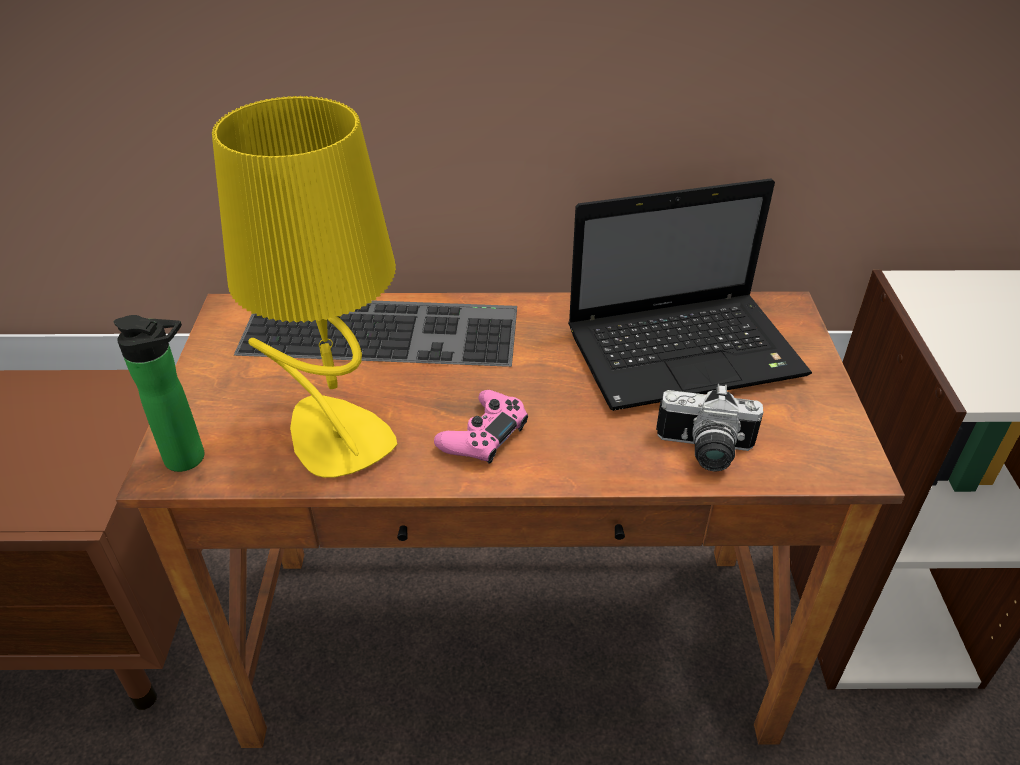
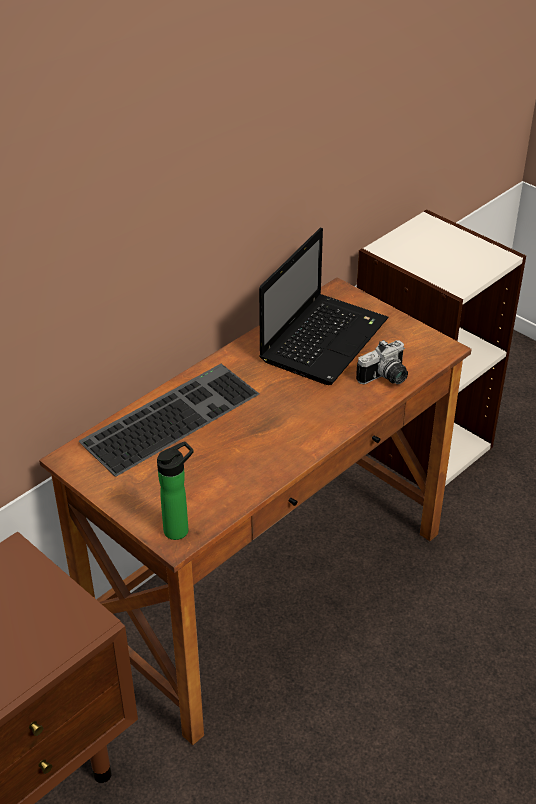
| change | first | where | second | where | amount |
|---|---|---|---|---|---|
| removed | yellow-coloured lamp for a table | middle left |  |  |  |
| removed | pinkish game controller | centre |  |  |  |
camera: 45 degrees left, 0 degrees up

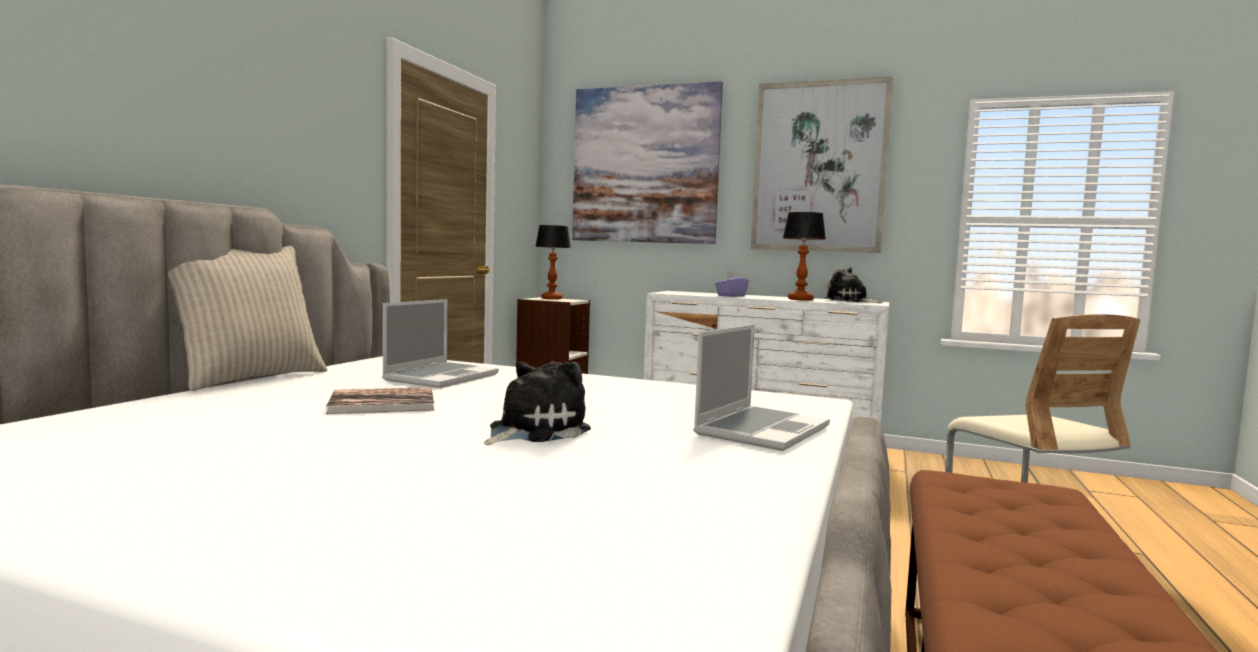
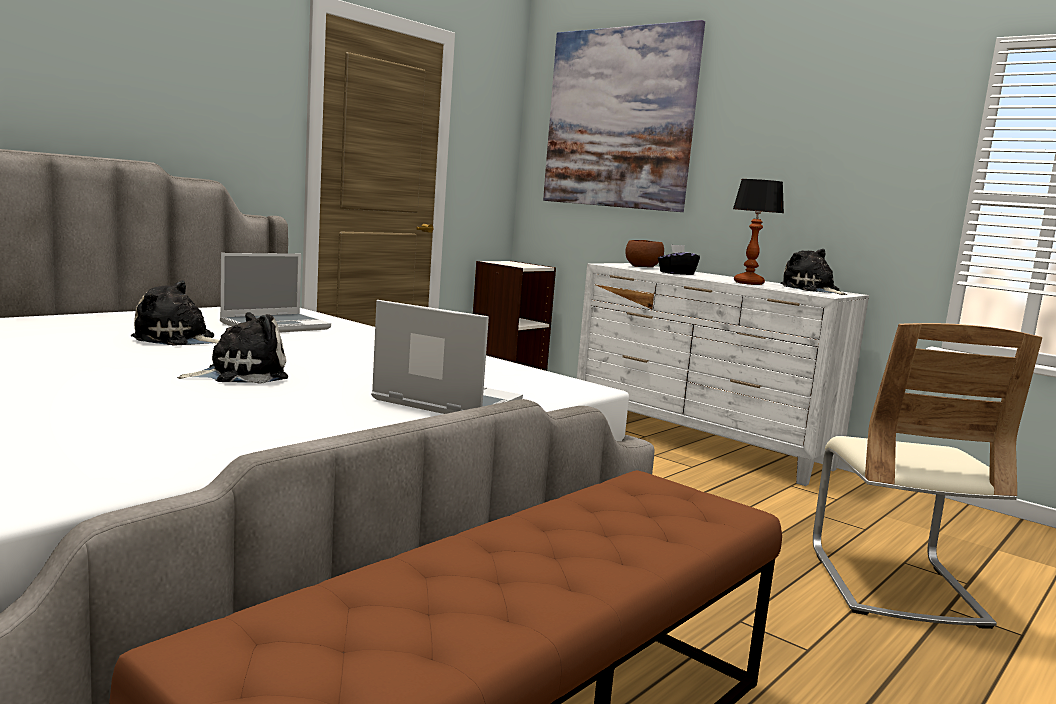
| change | first | where | second | where | amount |
|---|---|---|---|---|---|
| removed | wall picture (2nd from left) | top centre |  |  |  |
| removed | lamp for a table (1st from left) | centre |  |  |  |
| removed | beige-coloured cushion | middle left |  |  |  |
| recoloured | purplish tissue box | centre | black tissue box | centre |  |
| turned | portable computer (2nd from left) | centre |  | centre | 120 degrees counterclockwise |
| replaced | bound book | middle left | soft toy (1st from left) | middle left |  |
| added |  |  | brownish deep dish | centre |  |
camera: 20 degrees right, 5 degrees up

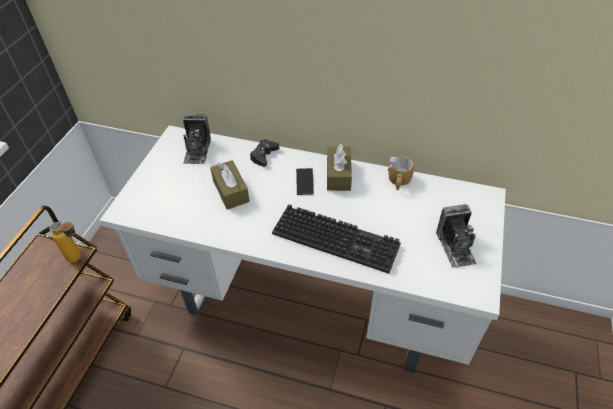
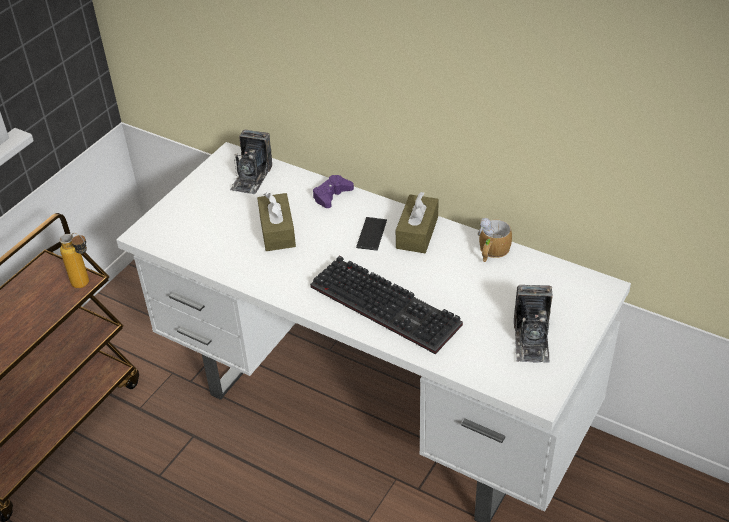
| change | first | where | second | where | amount |
|---|---|---|---|---|---|
| recoloured | black game controller | centre | purplish game controller | centre |  |
camera: 15 degrees right, 5 degrees down

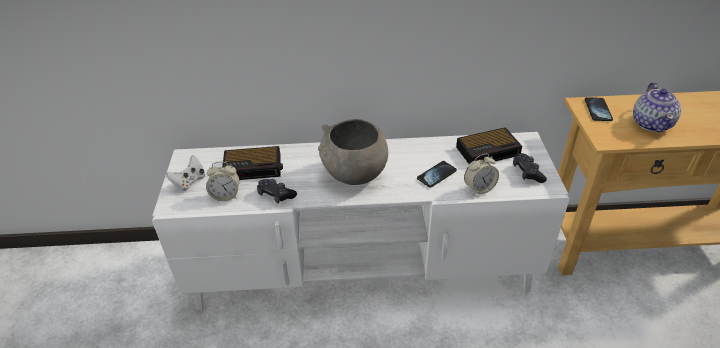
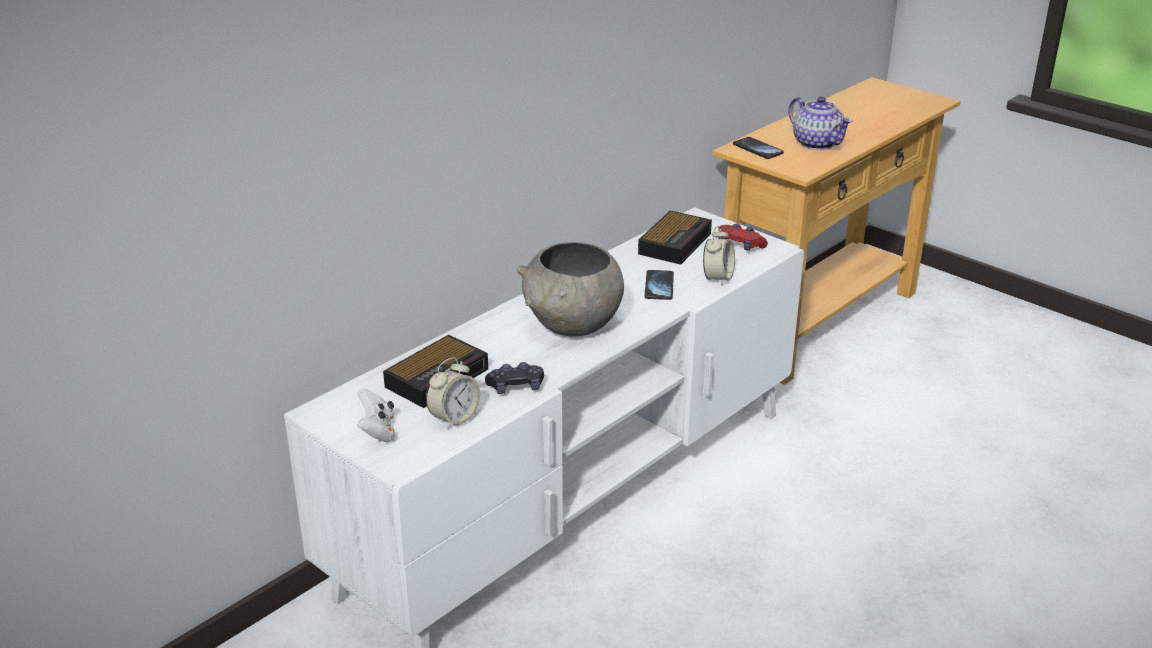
| change | first | where | second | where | amount |
|---|---|---|---|---|---|
| recoloured | black game controller (2nd from left) | middle right | red-coloured game controller | centre |  |
camera: 45 degrees left, 10 degrees down

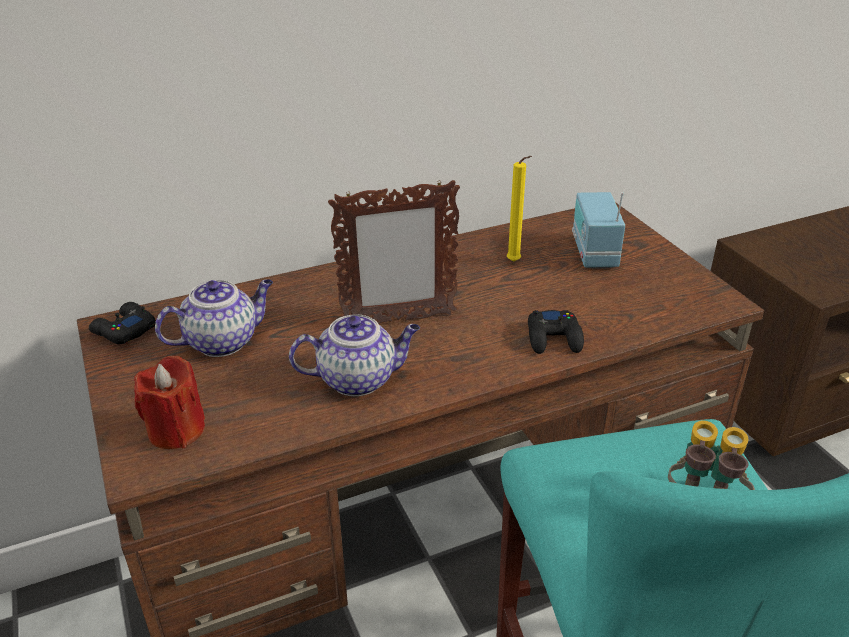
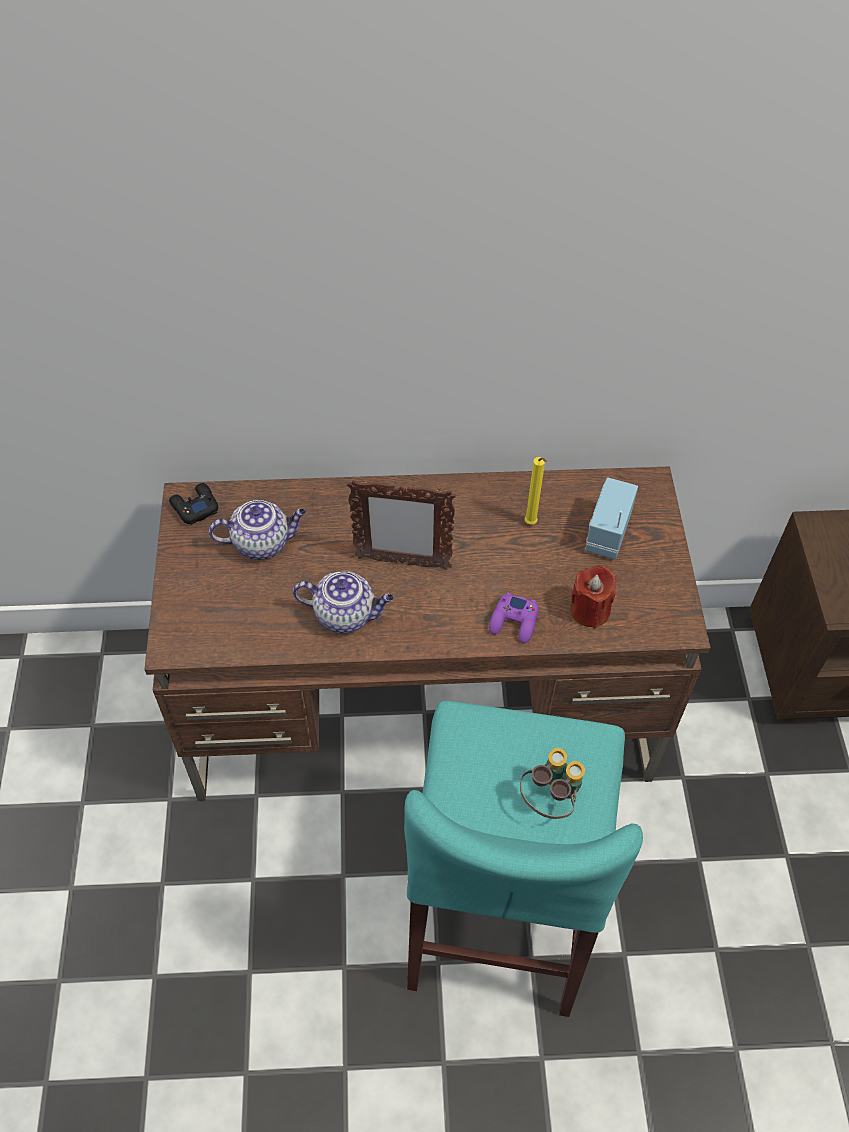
| change | first | where | second | where | amount |
|---|---|---|---|---|---|
| recoloured | black game controller (2nd from left) | centre | purplish game controller | centre |  |
| moved | red-coloured wax candle | middle left |  | middle right |  |
camera: 20 degrees right, 20 degrees up

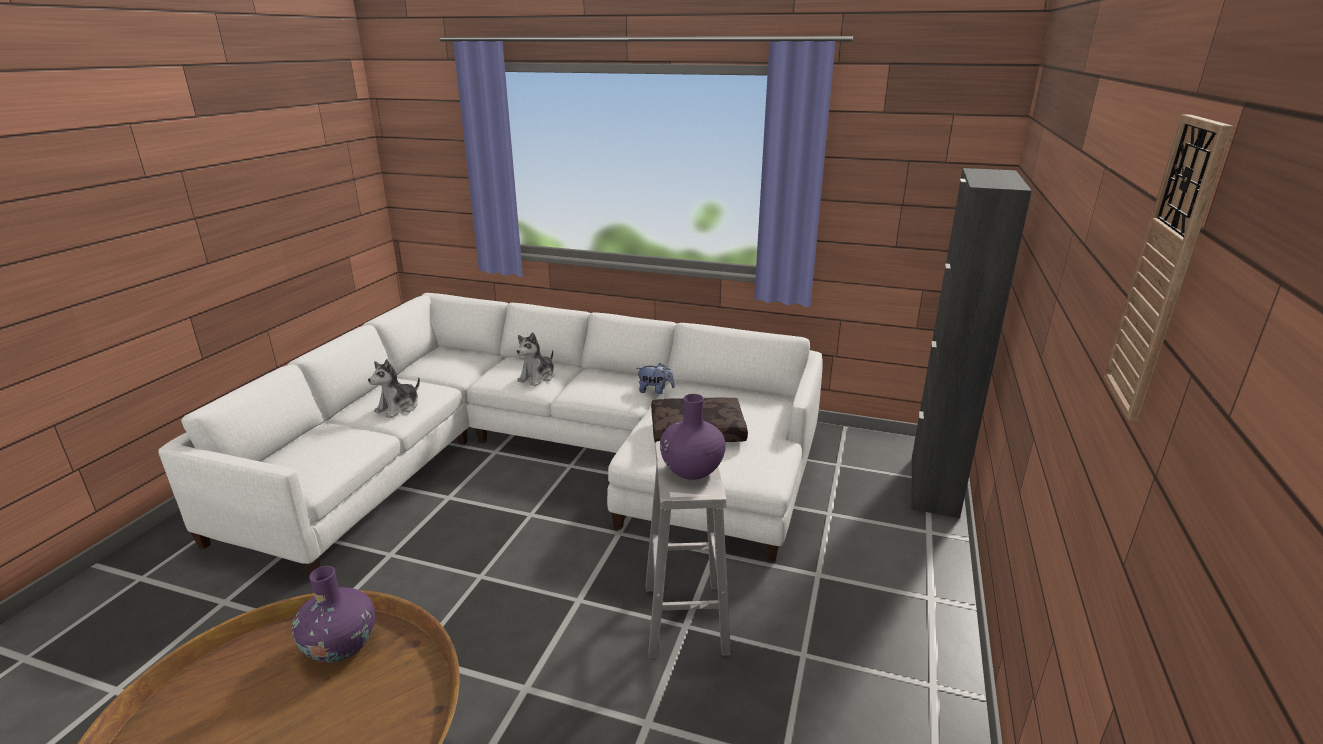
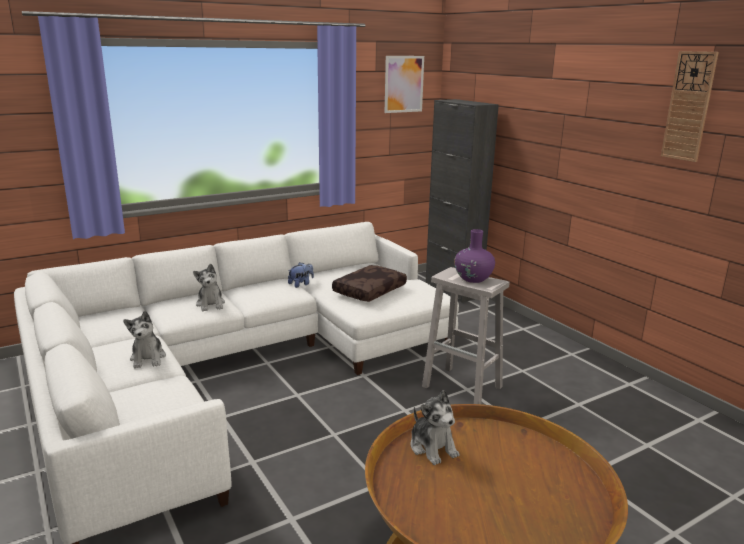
| change | first | where | second | where | amount |
|---|---|---|---|---|---|
| replaced | purplish decorative vase (1st from left) | bottom left | soft toy (4th from left) | bottom centre |  |
| added |  |  | wall picture | top centre |  |
camera: 50 degrees left, 5 degrees down

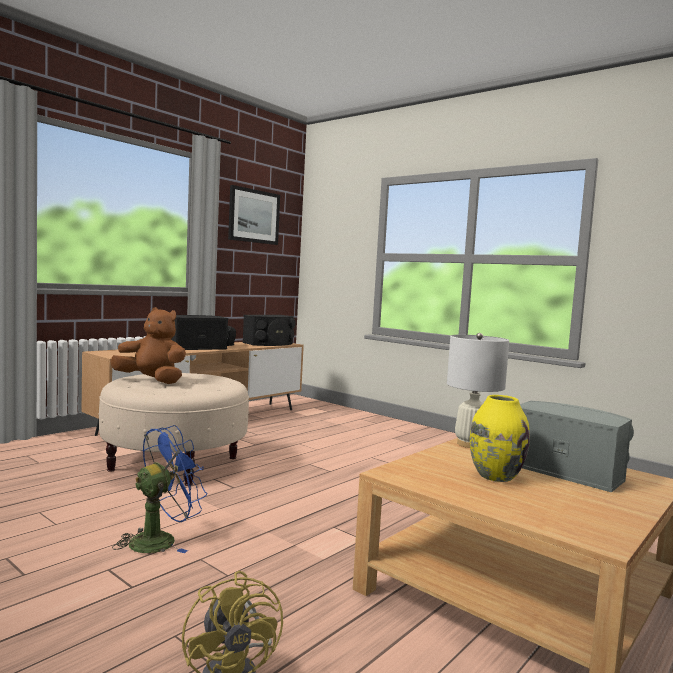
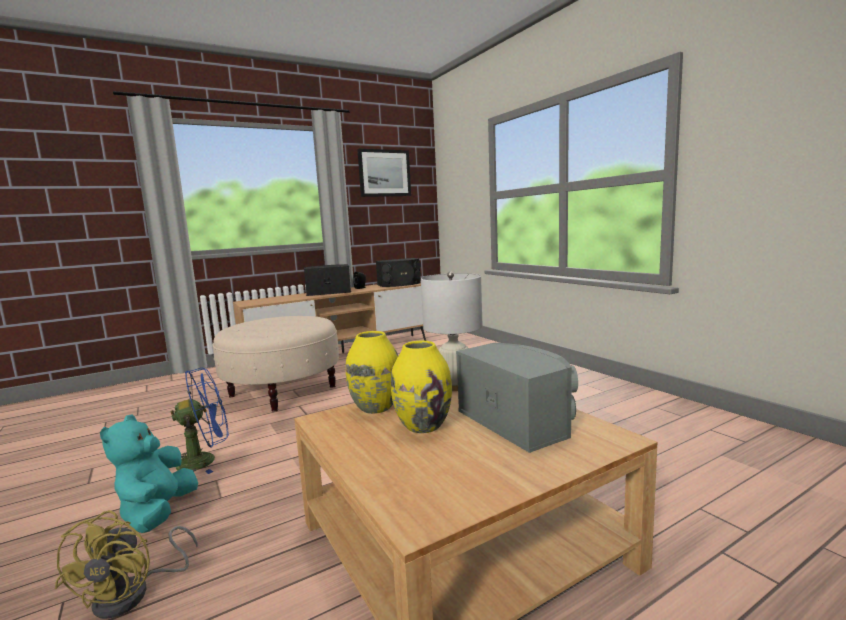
| change | first | where | second | where | amount |
|---|---|---|---|---|---|
| removed | brownish soft toy | middle left |  |  |  |
| added |  |  | yellow-coloured decorative vase (1st from left) | centre |  |
| added |  |  | blue-green soft toy | bottom left |  |
camera: 20 degrees right, 5 degrees up

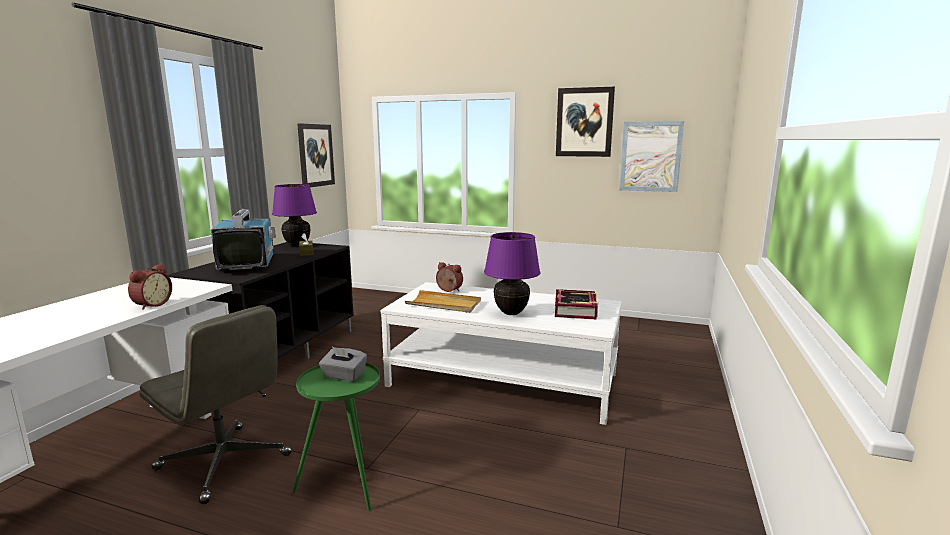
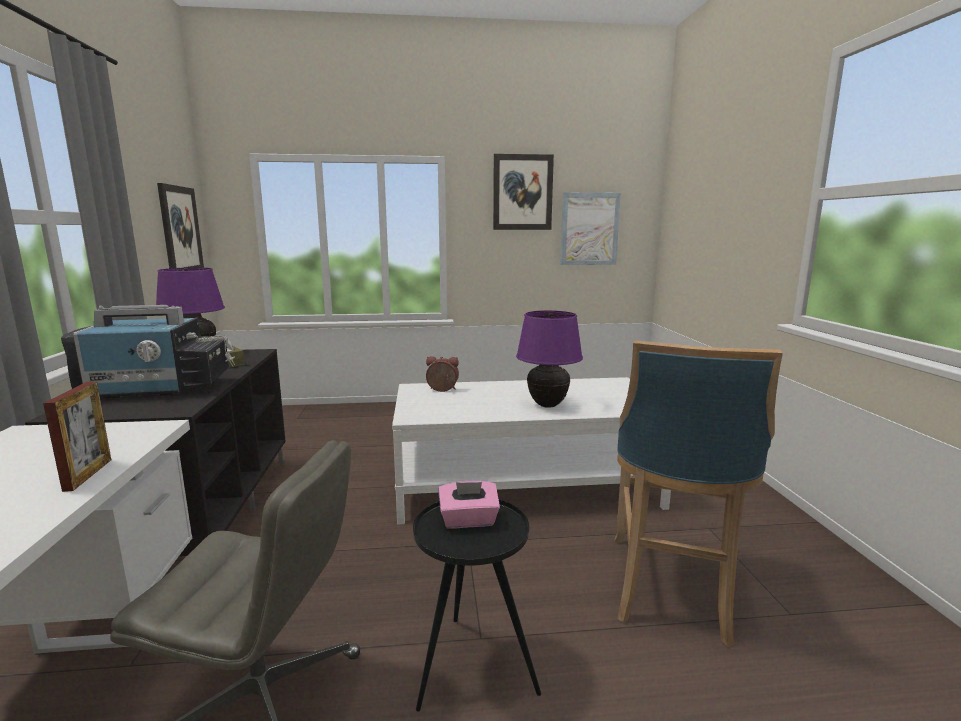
| change | first | where | second | where | amount |
|---|---|---|---|---|---|
| turned | TV set | middle left |  | middle left | 120 degrees clockwise |
| replaced | table clock (1st from left) | middle left | photo frame | middle left |  |
| removed | bound book | centre |  |  |  |
| removed | beige-coloured serving tray | centre |  |  |  |
| recoloured | greyish tissue box | bottom centre | pinkish tissue box | bottom centre |  |
| recoloured | green side table | bottom centre | black side table | bottom centre |  |
| added |  |  | blue-coloured sitting stool | bottom right |  |
camera: 25 degrees left, 0 degrees up

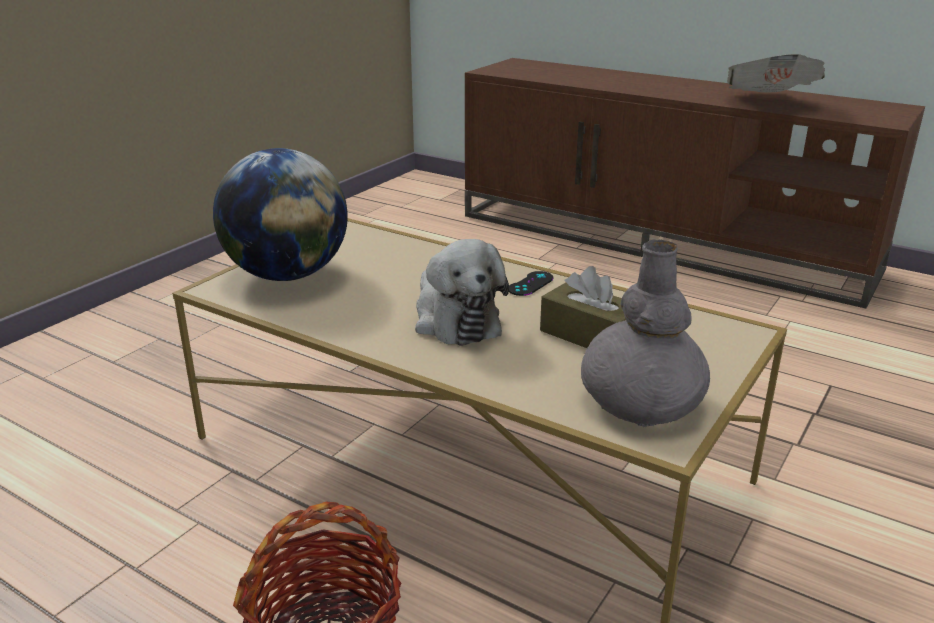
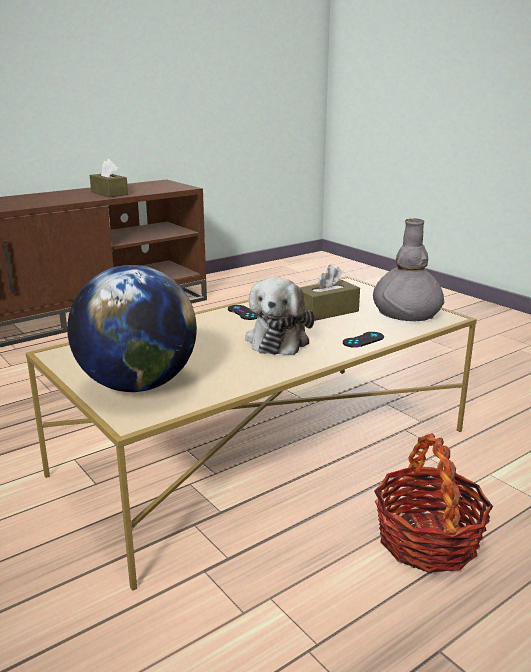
| change | first | where | second | where | amount |
|---|---|---|---|---|---|
| replaced | daily paper | top right | brownish tissue box (1st from left) | top left |  |
| turned | soft toy | centre |  | centre | 105 degrees clockwise |
| added |  |  | black game controller (2nd from left) | middle right |  |
camera: 70 degrees left, 5 degrees down

